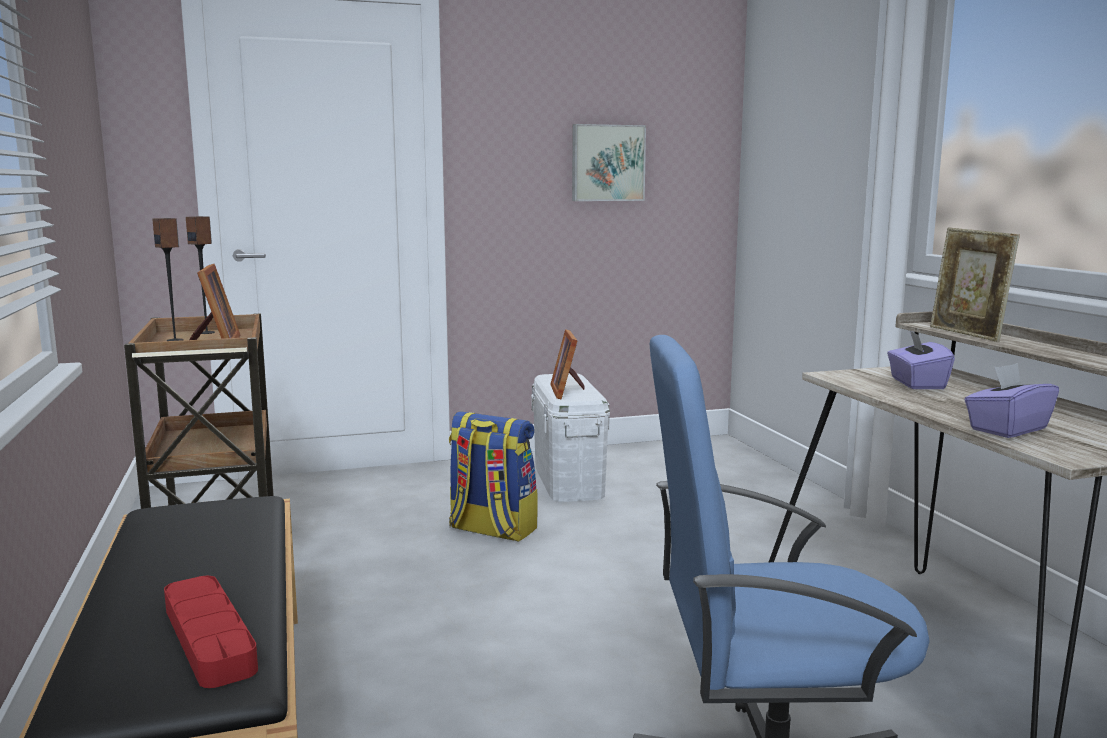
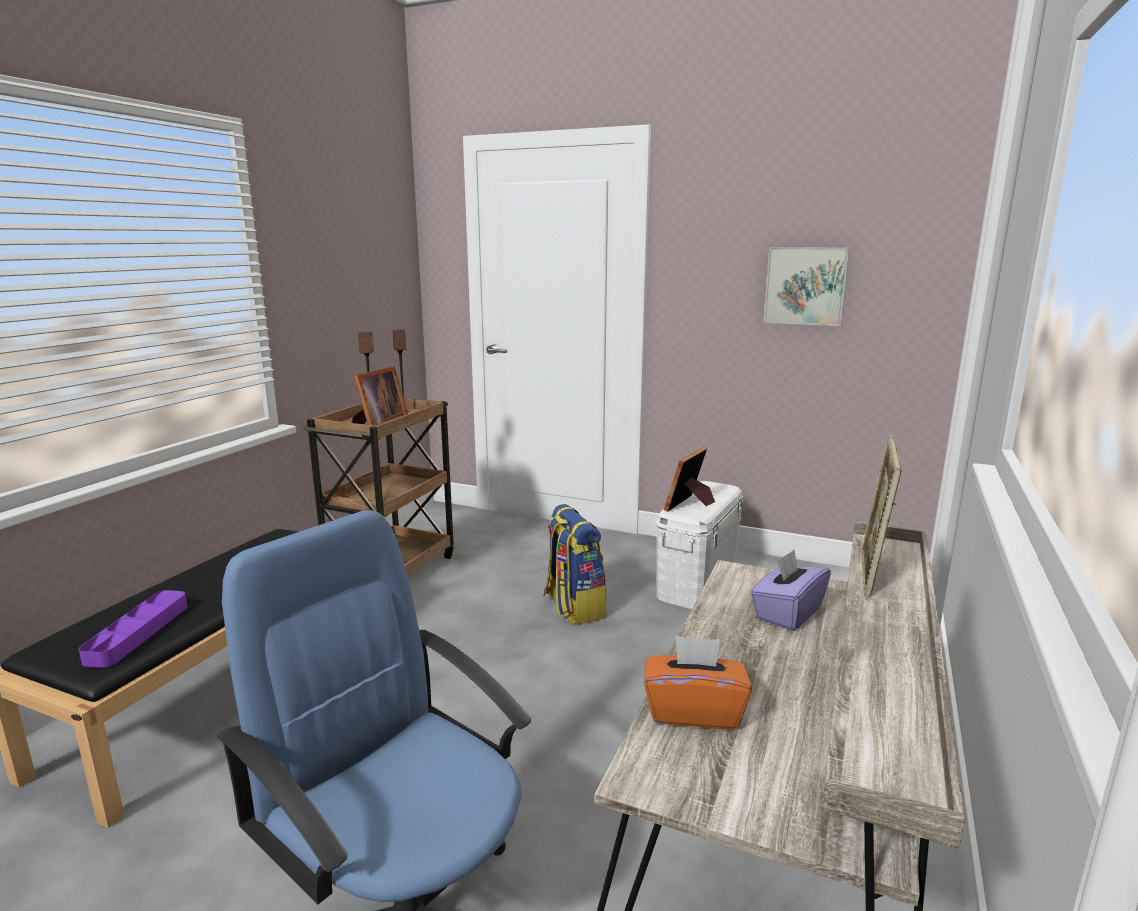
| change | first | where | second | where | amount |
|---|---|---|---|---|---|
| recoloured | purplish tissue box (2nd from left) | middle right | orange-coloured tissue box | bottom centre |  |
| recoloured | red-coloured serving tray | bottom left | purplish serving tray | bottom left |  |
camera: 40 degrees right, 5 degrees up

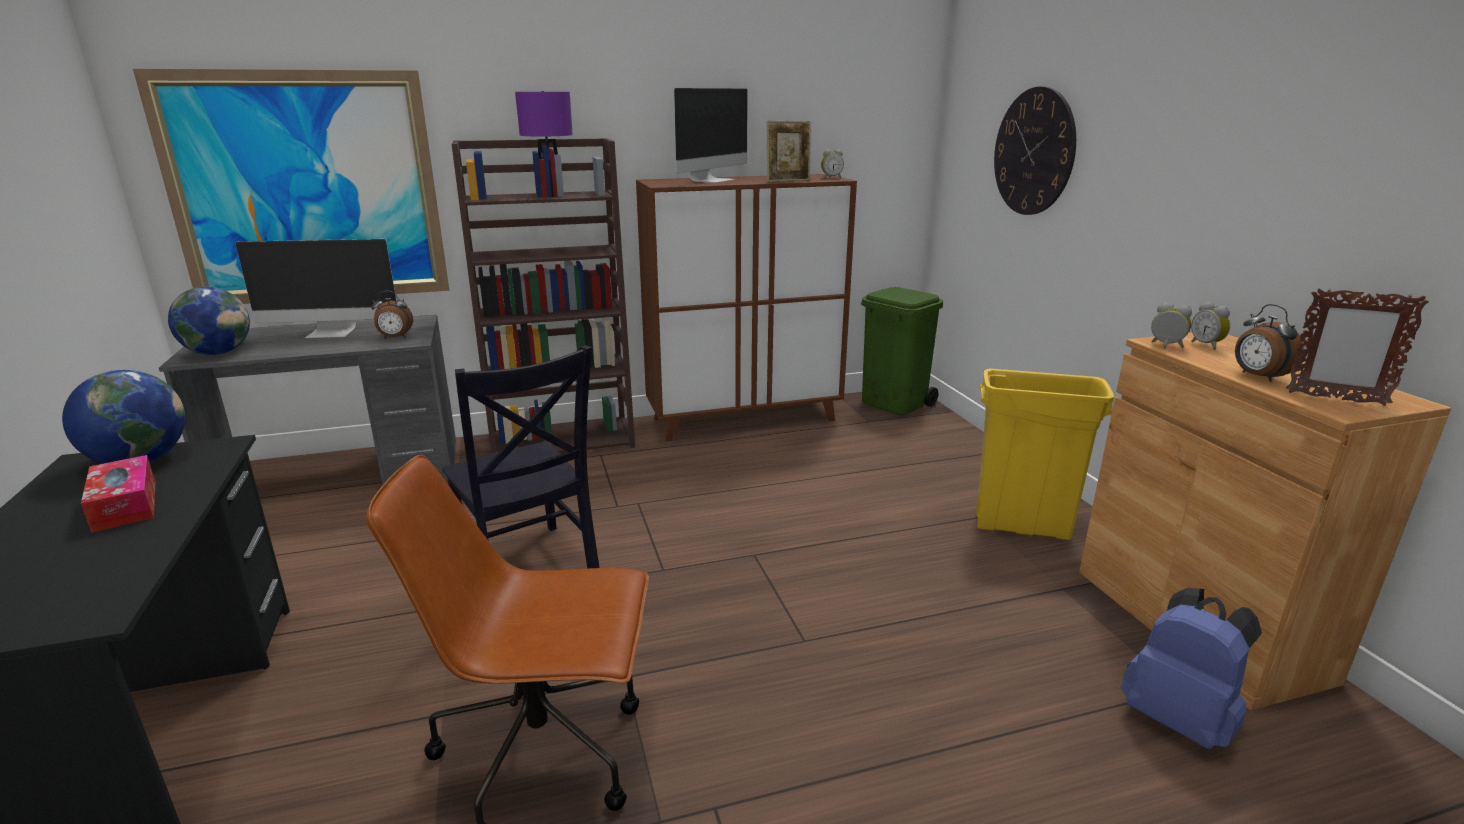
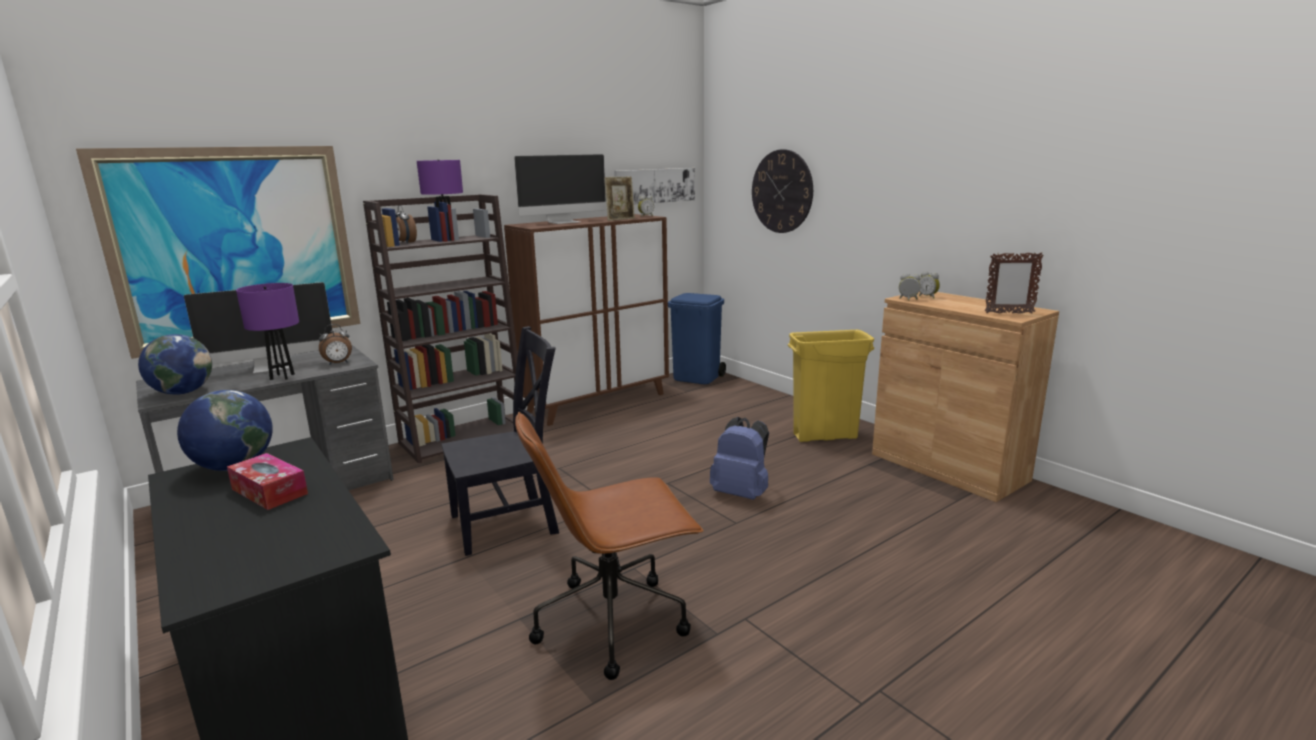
| change | first | where | second | where | amount |
|---|---|---|---|---|---|
| turned | computer display (2nd from left) | top centre |  | top centre | 45 degrees clockwise |
| recoloured | green rubbish bin | centre | blue-coloured rubbish bin | centre |  |
| moved | table clock (5th from left in the first image) | middle right | table clock (2nd from left) | top left |  |
| turned | black upright chair | centre |  | centre | 60 degrees counterclockwise |
| moved | blue-coloured knapsack | bottom right |  | centre |  |
| added |  |  | wall picture (2nd from left) | top centre |  |
| added |  |  | purplish lamp for a table (1st from left) | middle left |  |
camera: 20 degrees left, 5 degrees down

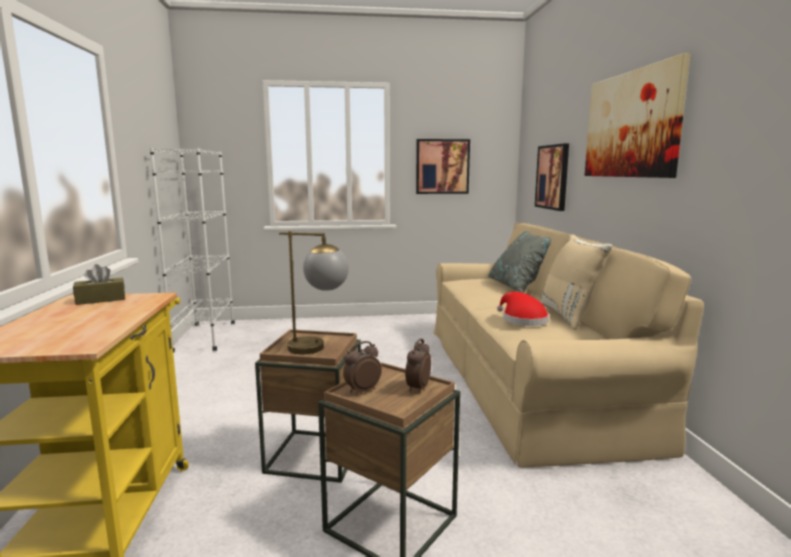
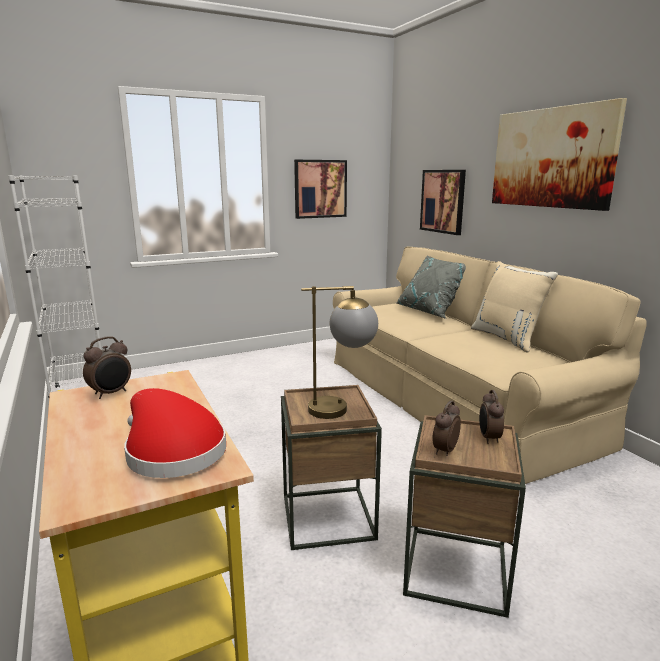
| change | first | where | second | where | amount |
|---|---|---|---|---|---|
| replaced | brownish tissue box | middle left | table clock (1st from left) | middle left |  |
| moved | red-coloured wearable hat | centre |  | middle left |  |
camera: 20 degrees left, 5 degrees up

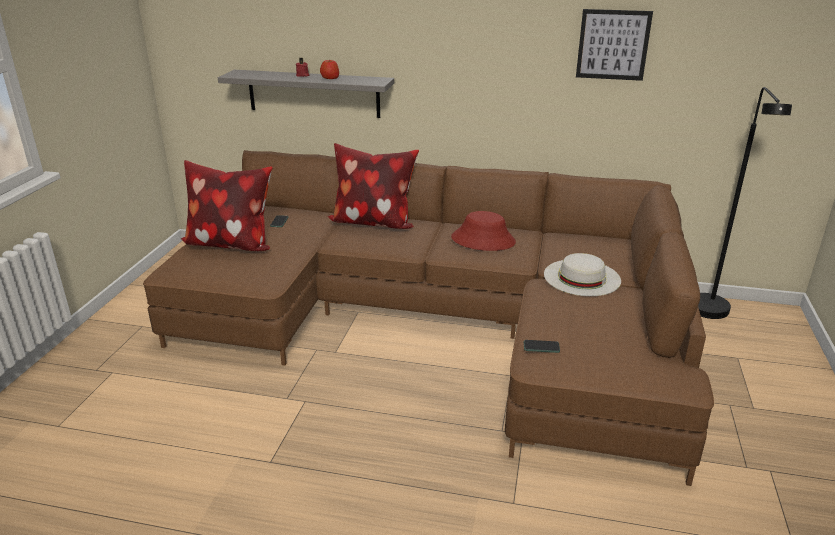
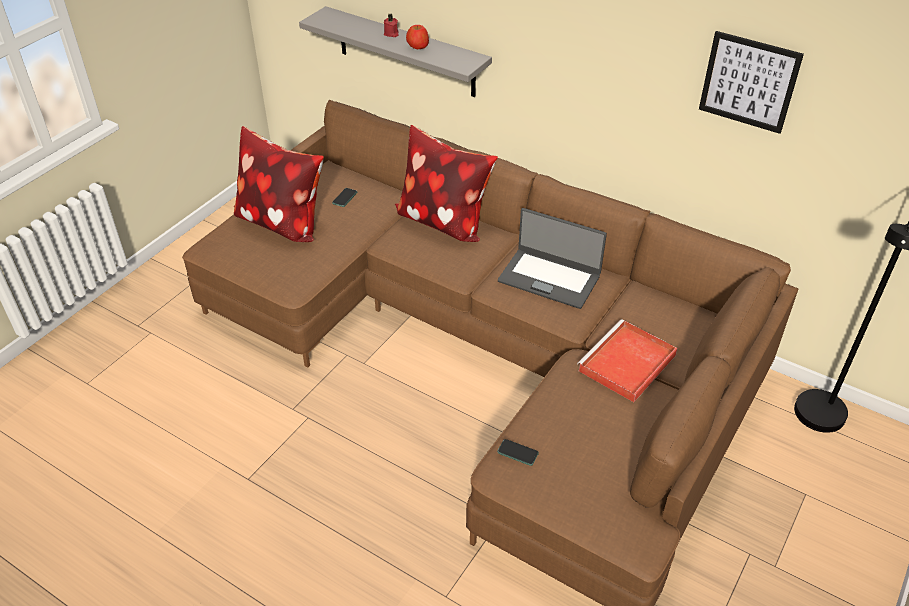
| change | first | where | second | where | amount |
|---|---|---|---|---|---|
| replaced | red-coloured wearable hat | centre | portable computer | centre |  |
| replaced | white-coloured wearable hat | middle right | red-coloured serving tray | middle right |  |
camera: 20 degrees right, 15 degrees up

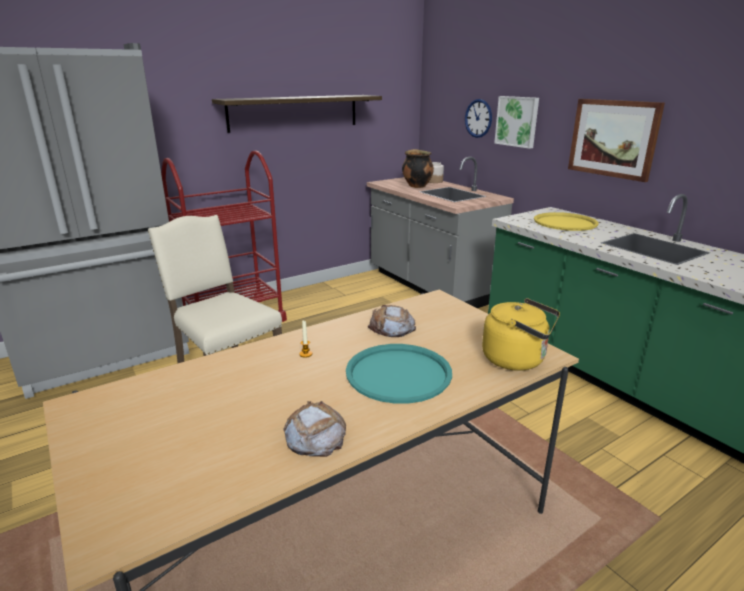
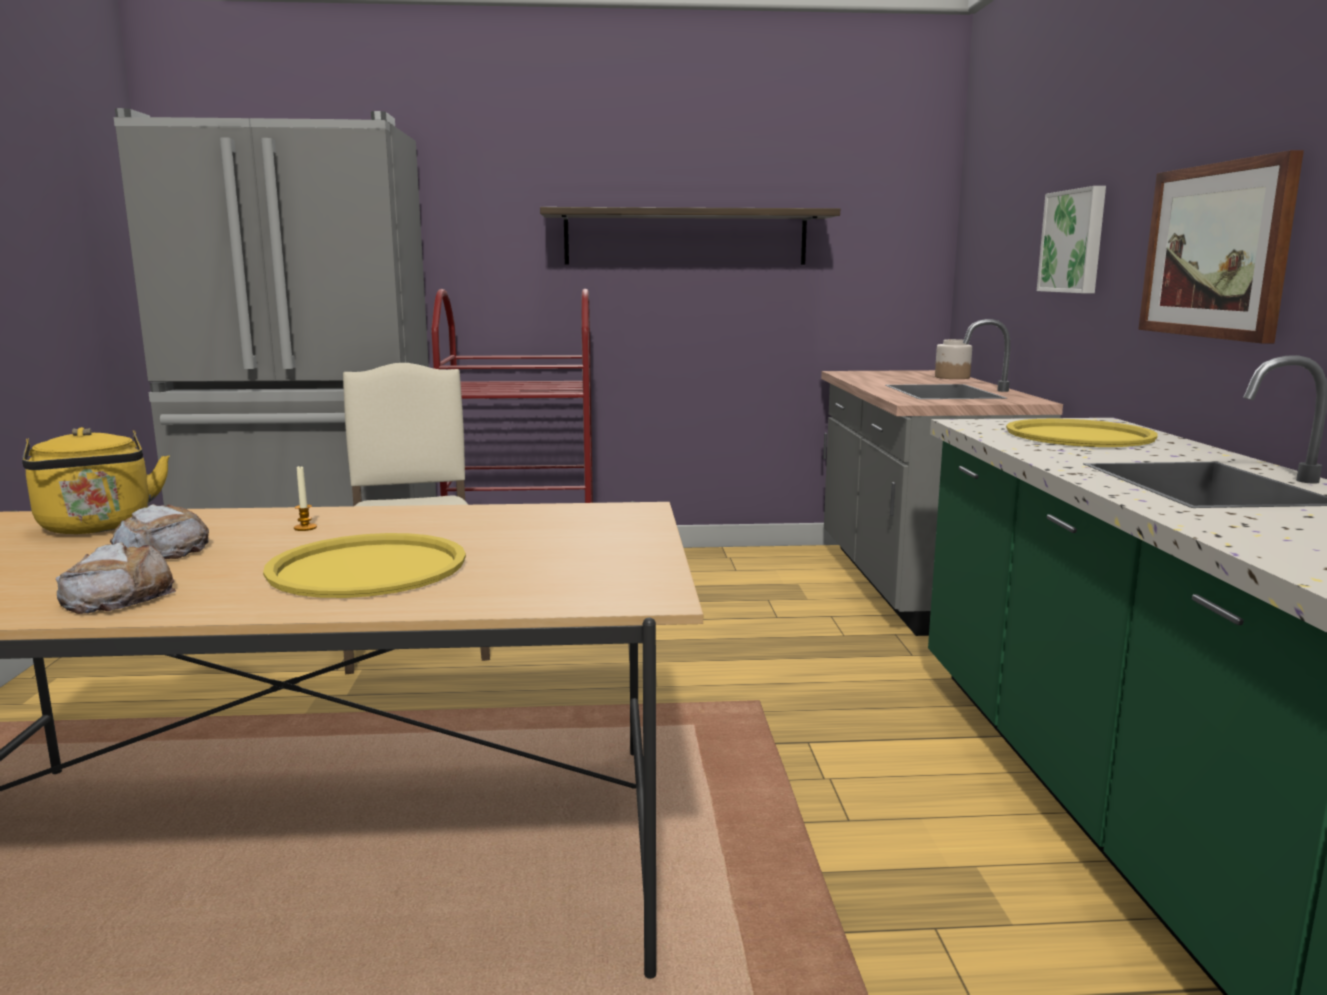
| change | first | where | second | where | amount |
|---|---|---|---|---|---|
| removed | clock on the wall | top centre |  |  |  |
| removed | cooking pot | top centre |  |  |  |
| moved | yellow-coloured kettle | middle right |  | middle left |  |
| moved | bread (2nd from left) | centre |  | middle left |  |
| recoloured | blue-green serving tray | centre | yellow-coloured serving tray (1st from left) | middle left |  |
camera: 30 degrees right, 10 degrees down

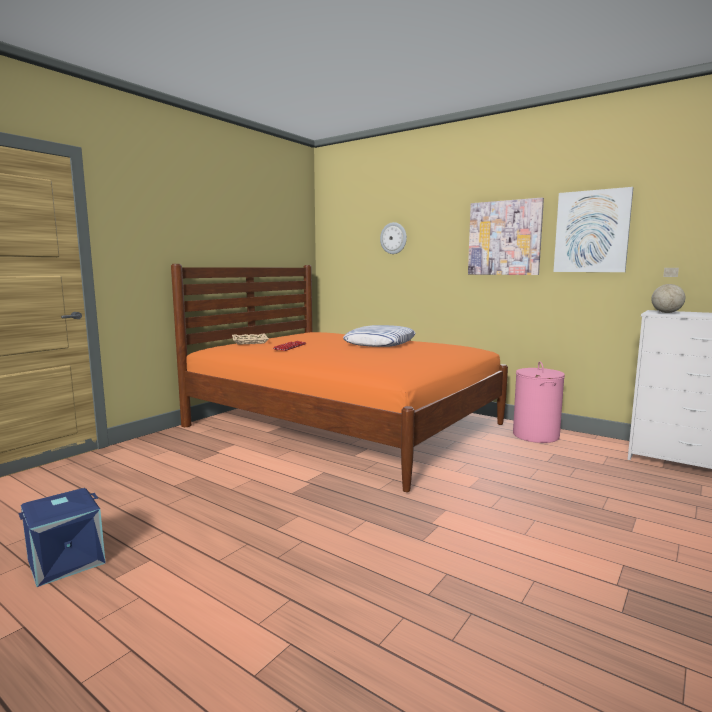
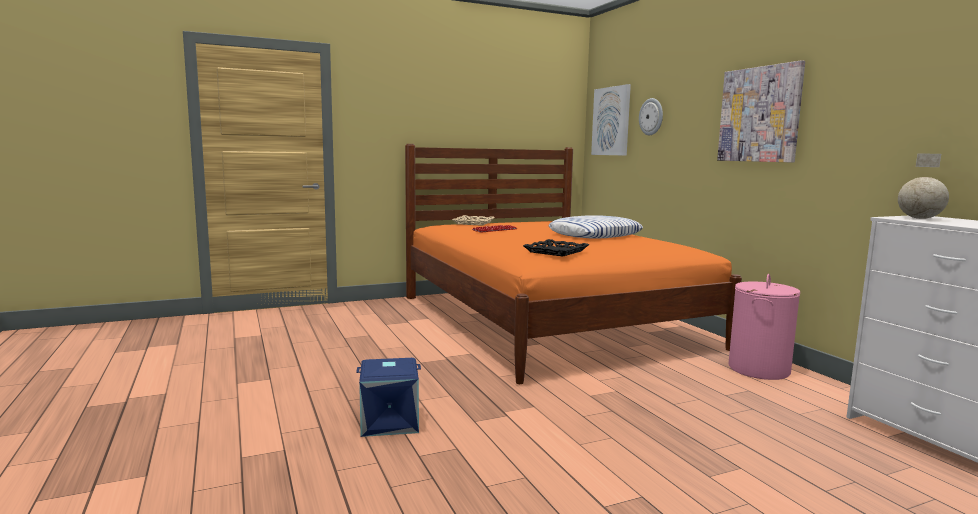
| change | first | where | second | where | amount |
|---|---|---|---|---|---|
| moved | wall picture (2nd from left in the first image) | top right | wall picture (1st from left) | top centre |  |
| moved | blue-coloured storage box | bottom left |  | bottom centre |  |
| added |  |  | black serving tray | centre |  |
camera: 30 degrees right, 0 degrees up

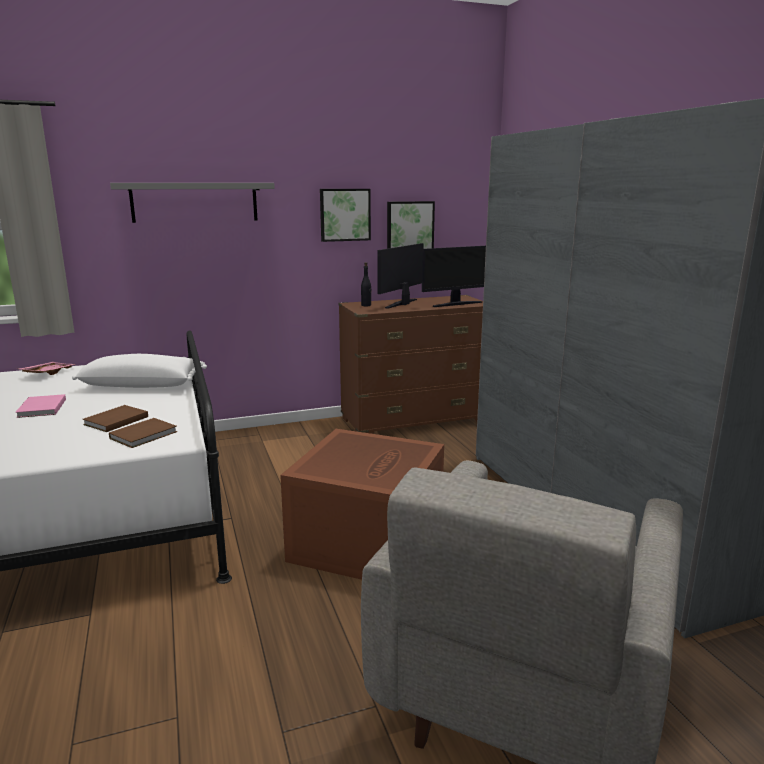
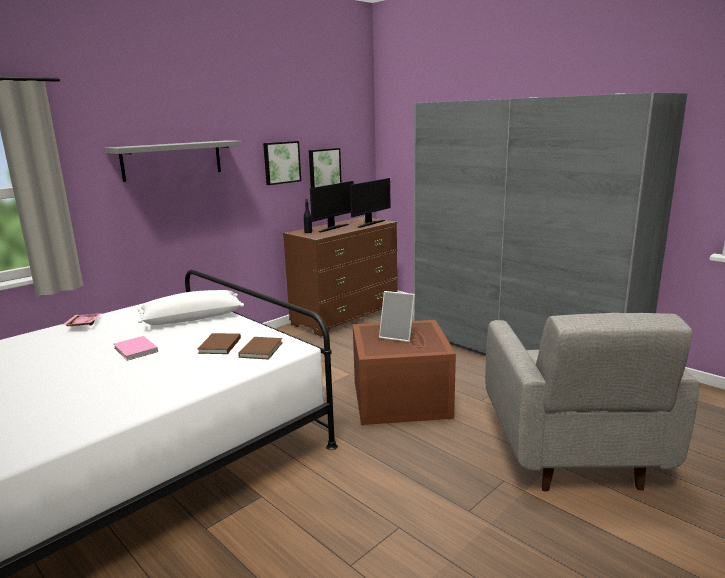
| change | first | where | second | where | amount |
|---|---|---|---|---|---|
| turned | computer display (1st from left) | centre |  | centre | 150 degrees counterclockwise |
| added |  |  | photo frame | centre |  |
camera: 25 degrees left, 0 degrees up

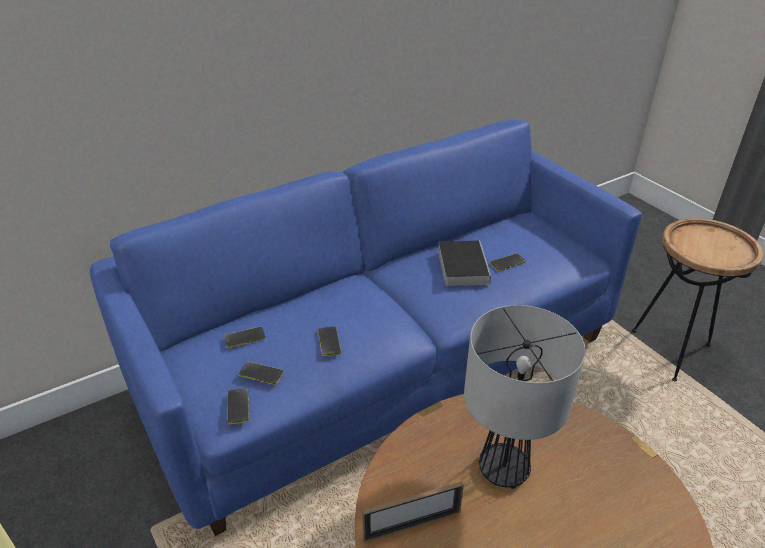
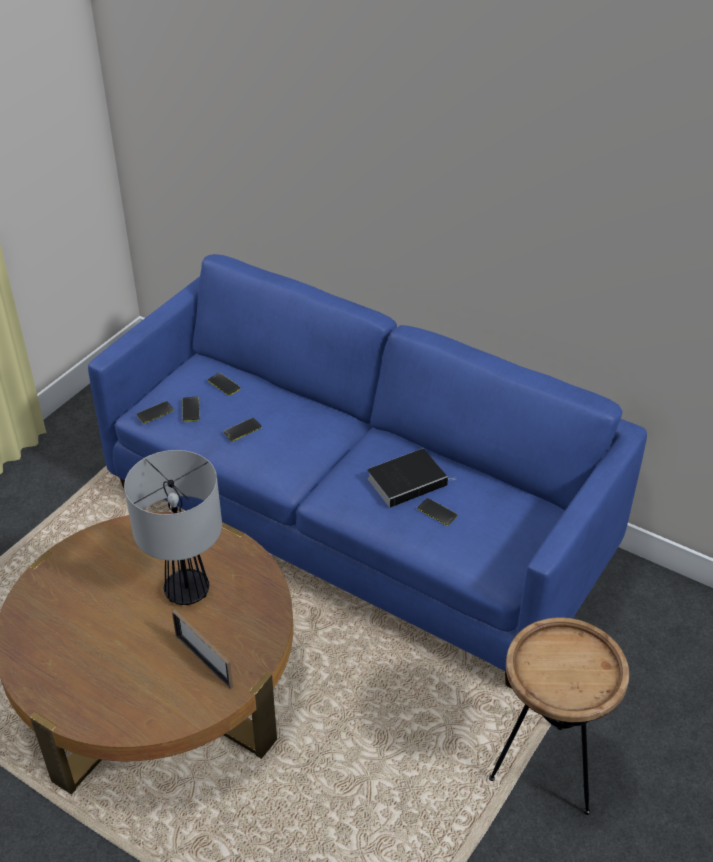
| change | first | where | second | where | amount |
|---|---|---|---|---|---|
| moved | photo frame | bottom centre |  | bottom left |  |
camera: 65 degrees right, 5 degrees up

